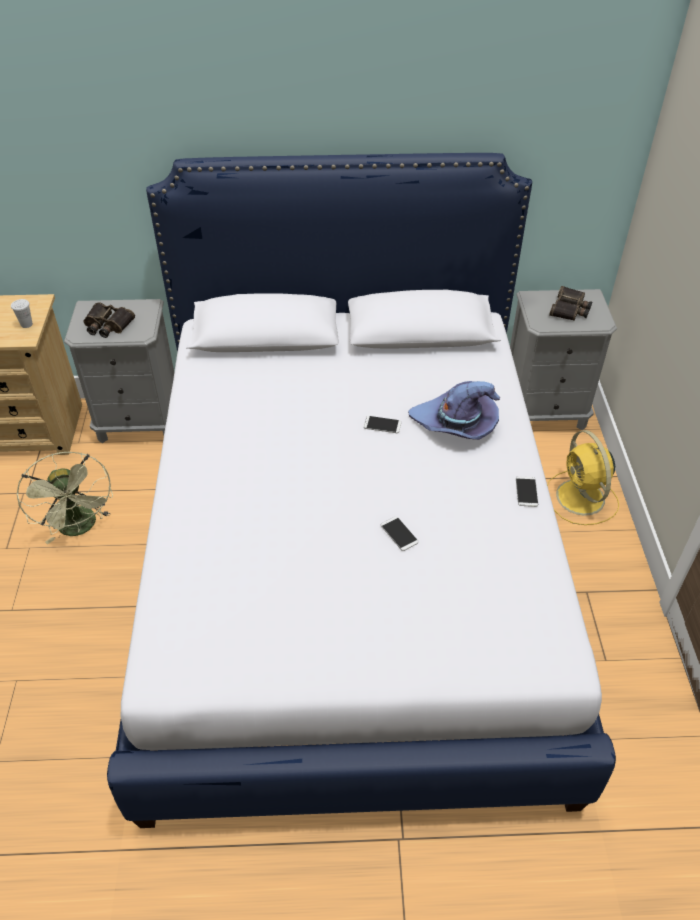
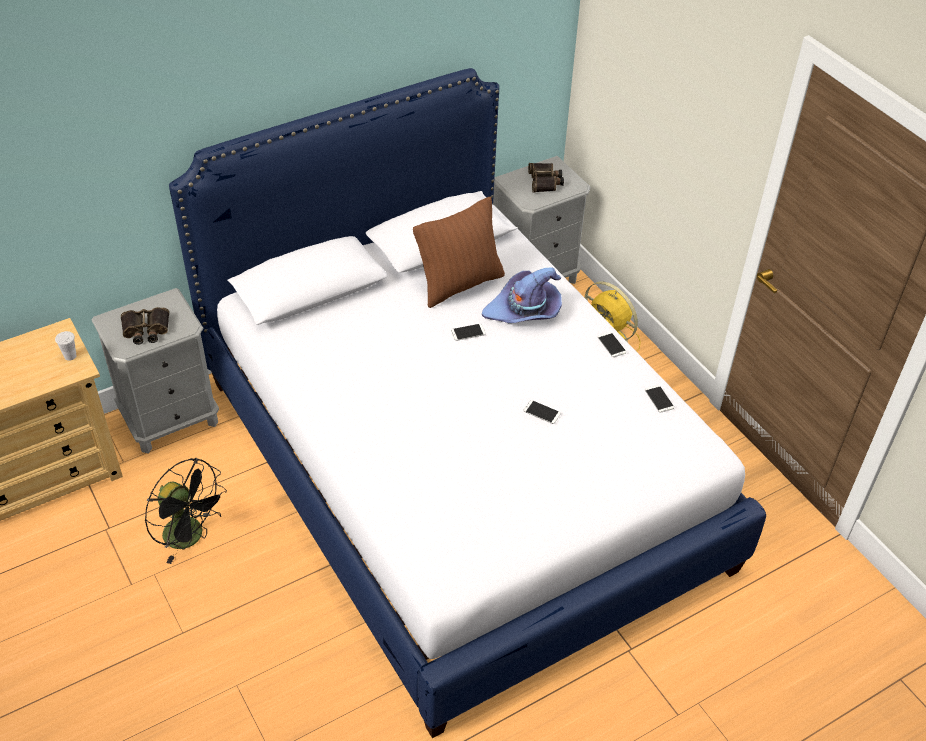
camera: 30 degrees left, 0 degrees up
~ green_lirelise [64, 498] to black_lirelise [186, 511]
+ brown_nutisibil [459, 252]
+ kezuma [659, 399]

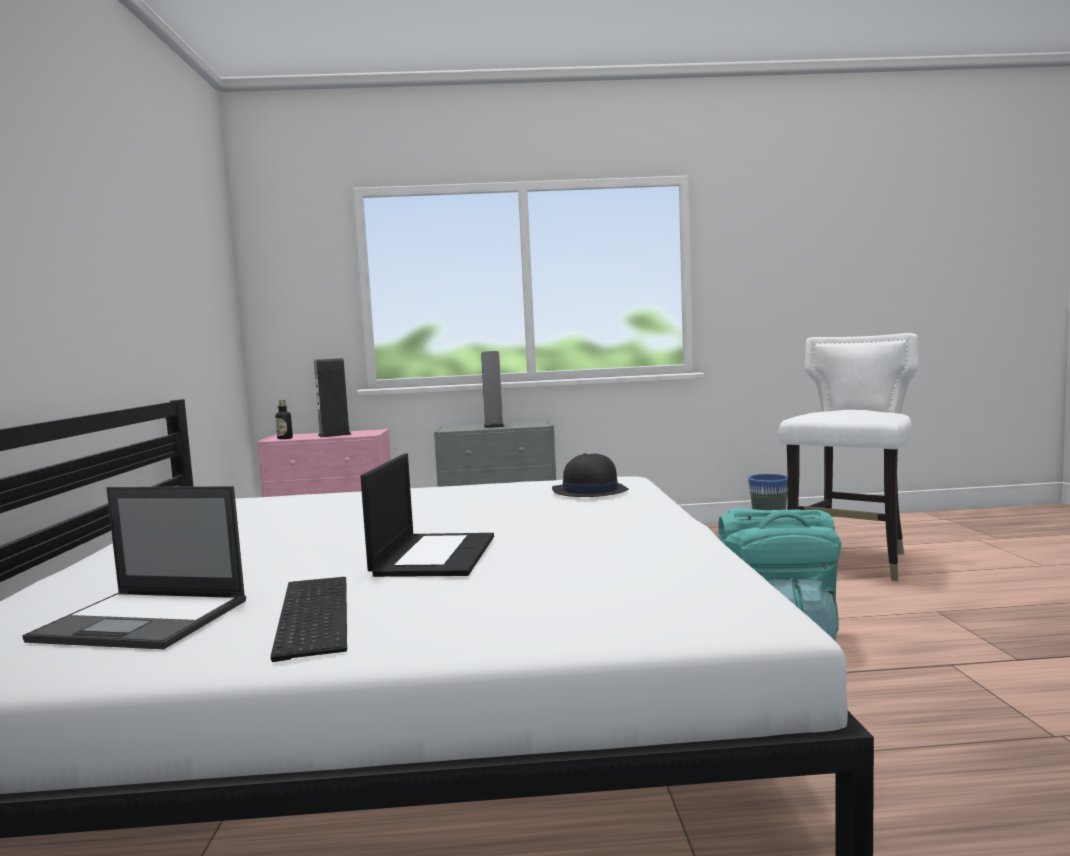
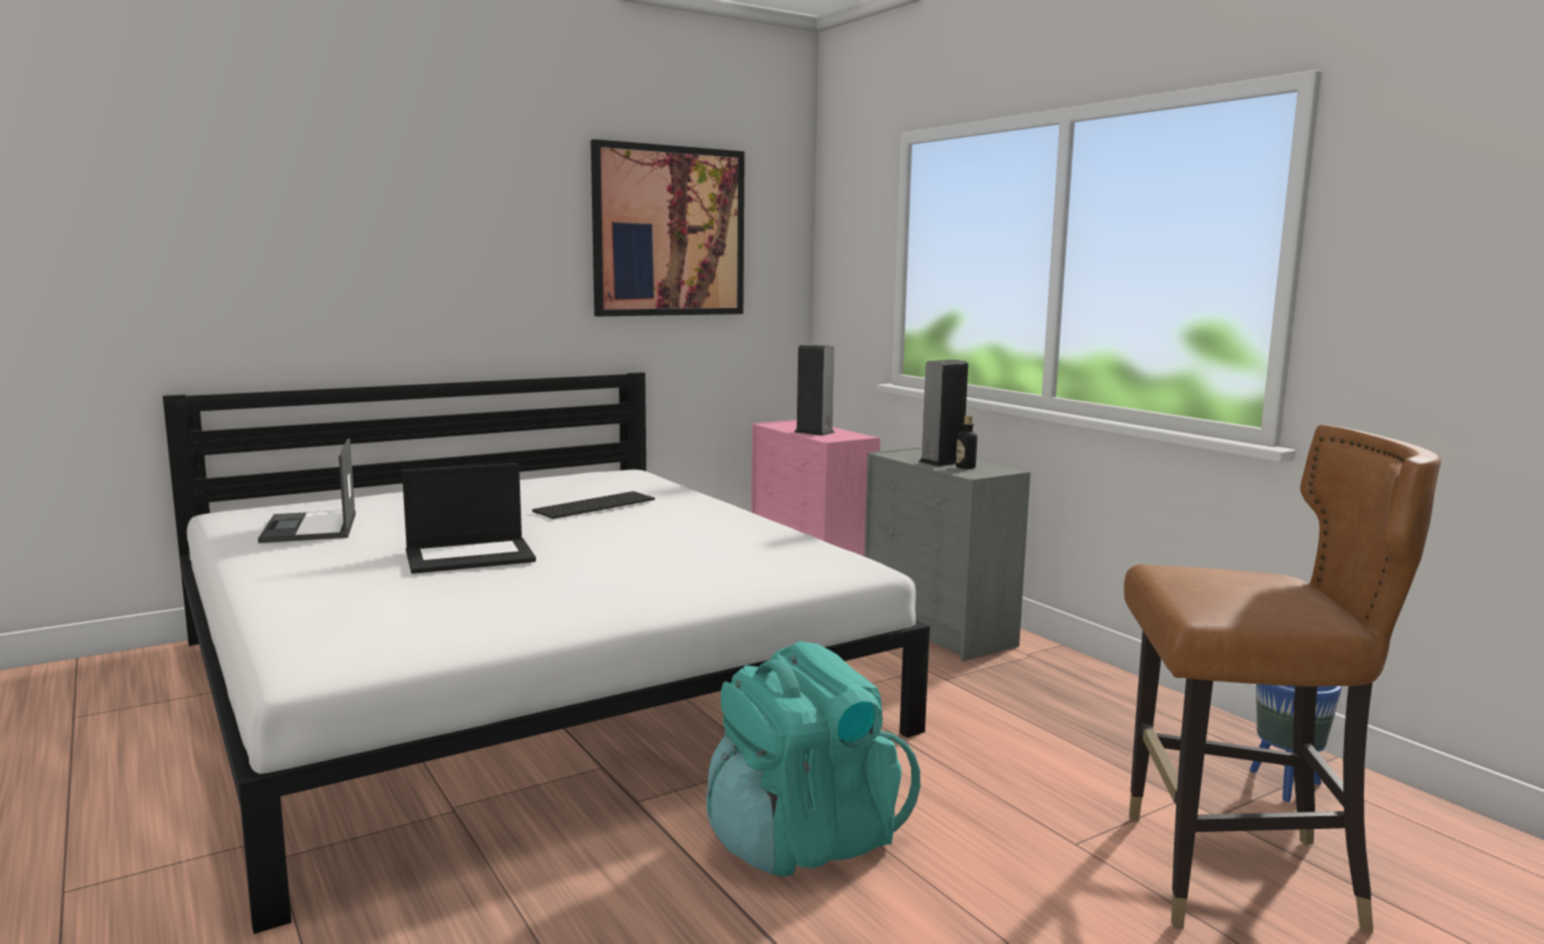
camera: 60 degrees right, 5 degrees up
~ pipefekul [309, 619] to [593, 505]
+ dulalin [668, 227]
~ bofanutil [284, 419] to [966, 442]
~ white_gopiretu [849, 457] to brown_gopiretu [1282, 679]
- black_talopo [590, 475]

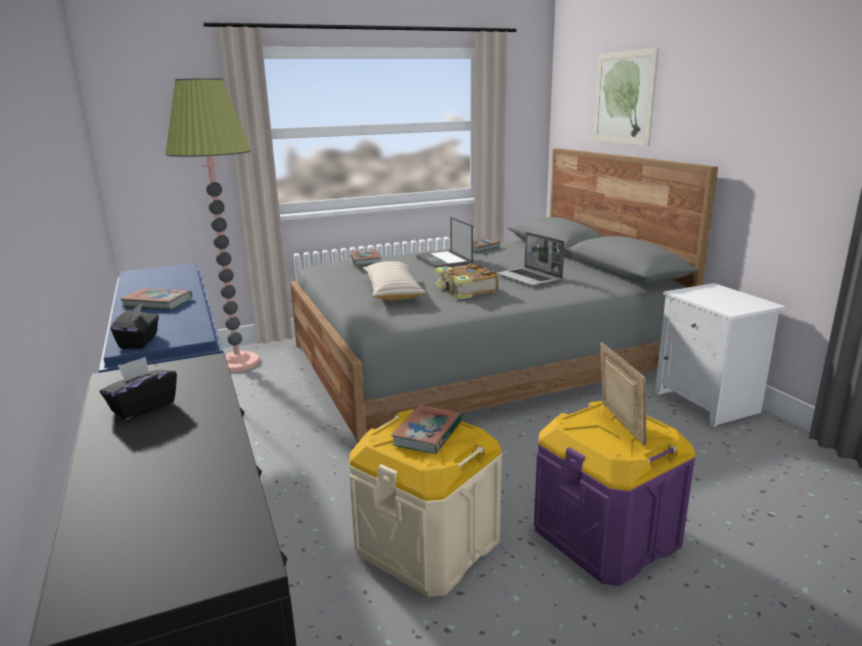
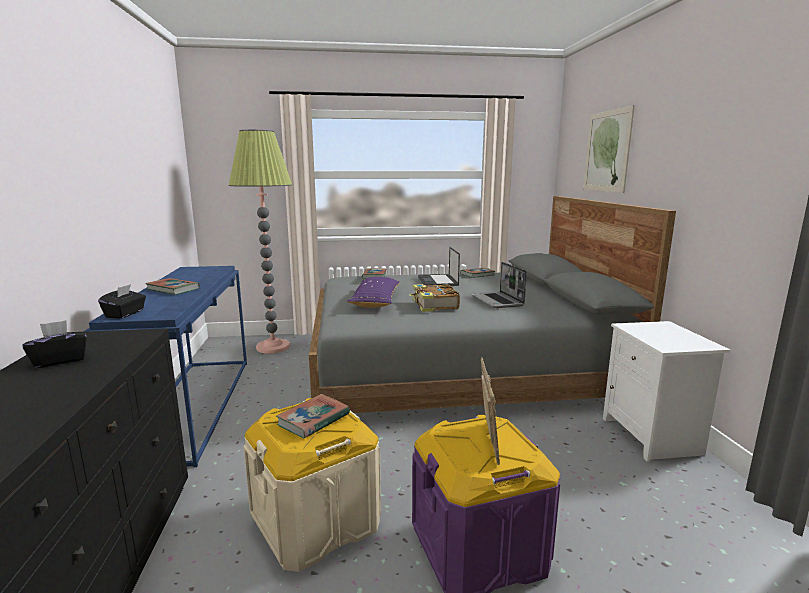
camera: 15 degrees right, 5 degrees down
~ beige_nutisibil [394, 281] to purple_nutisibil [373, 292]

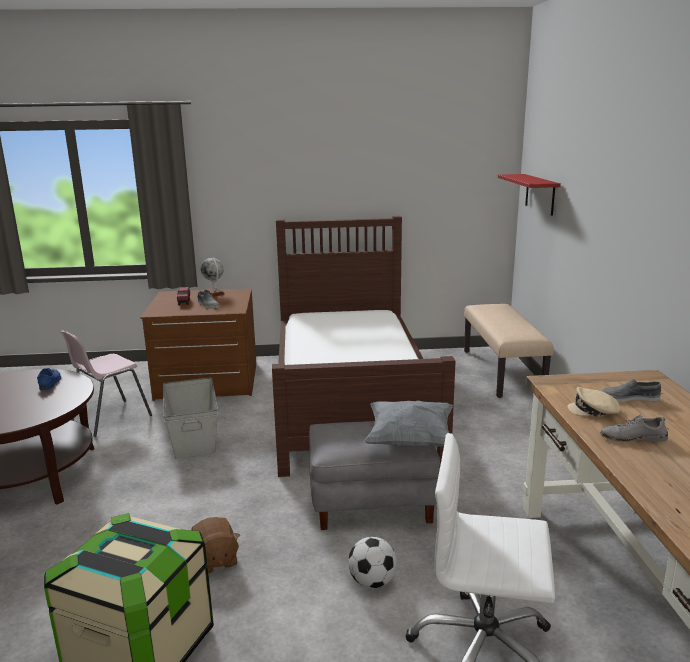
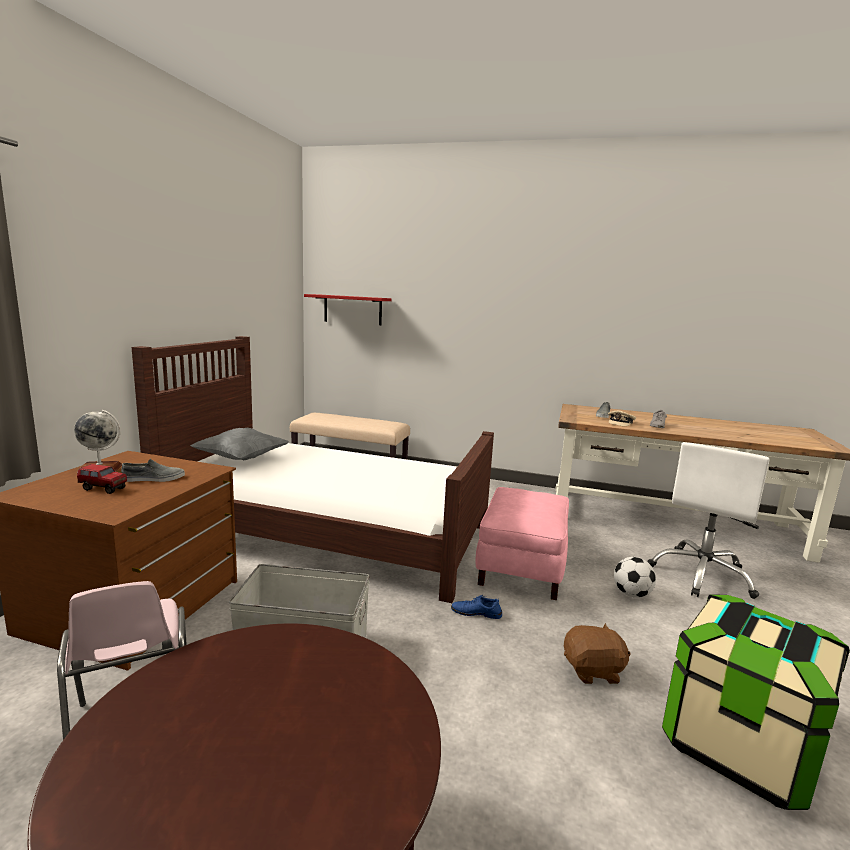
camera: 70 degrees left, 5 degrees down
~ grey_nutisibil [408, 423] to [239, 444]
~ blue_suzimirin [49, 379] to [476, 607]
~ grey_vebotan [374, 475] to pink_vebotan [522, 543]

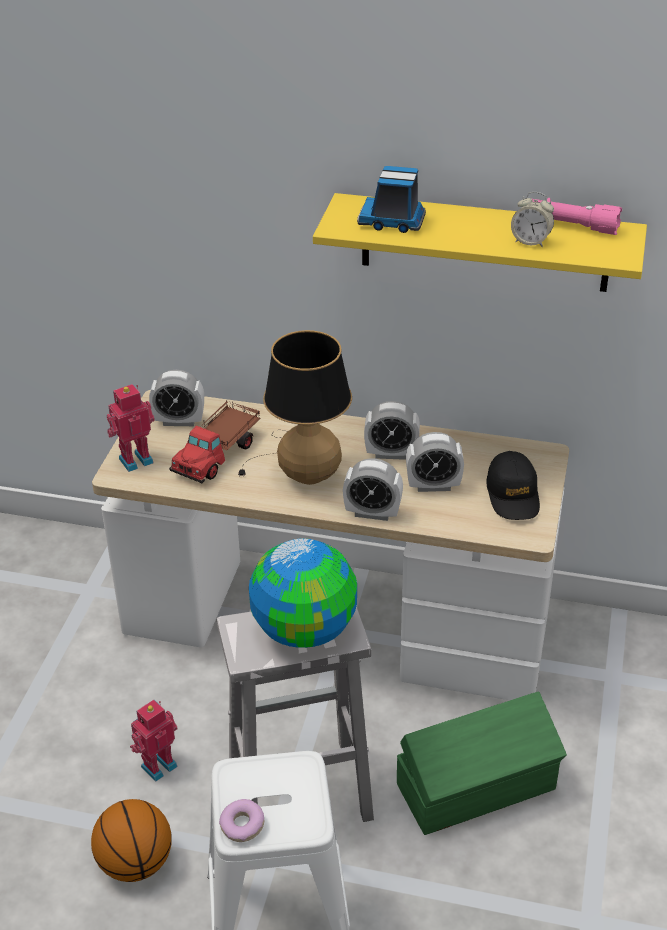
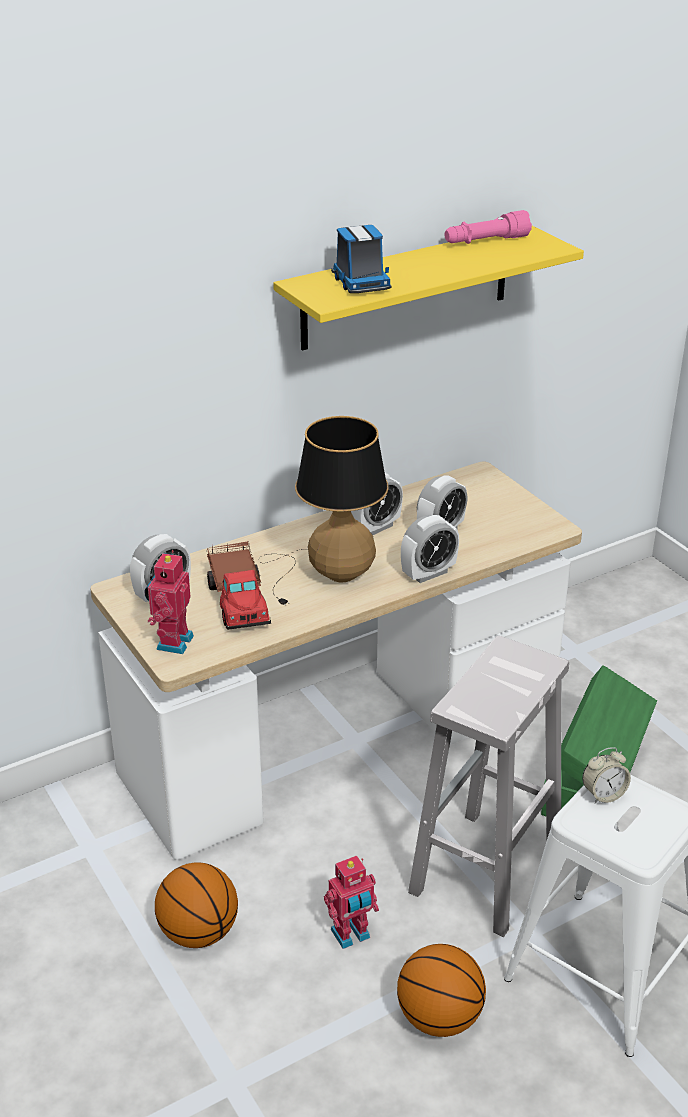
camera: 45 degrees left, 5 degrees down
+ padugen [196, 905]
~ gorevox [154, 741] = [351, 902] 120 degrees counterclockwise
~ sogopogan [391, 199] = [361, 259] 75 degrees counterclockwise
~ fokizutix [532, 219] to [606, 775]
- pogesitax [241, 820]
- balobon [303, 593]
- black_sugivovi [513, 485]

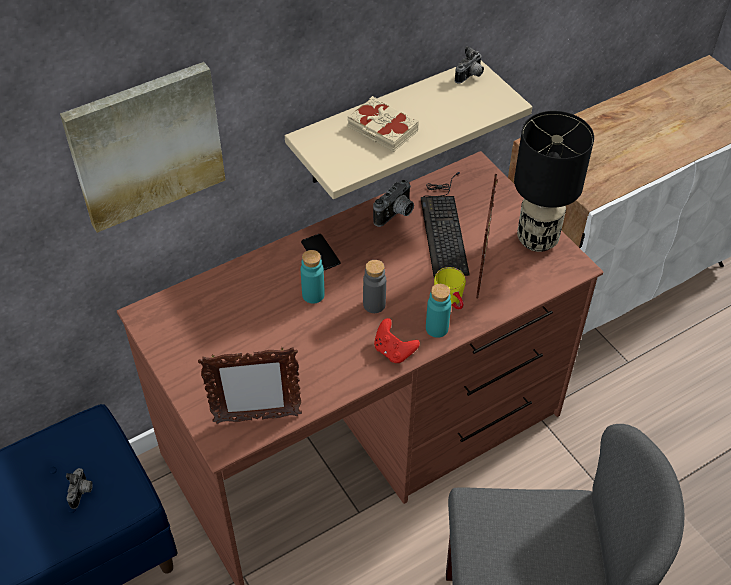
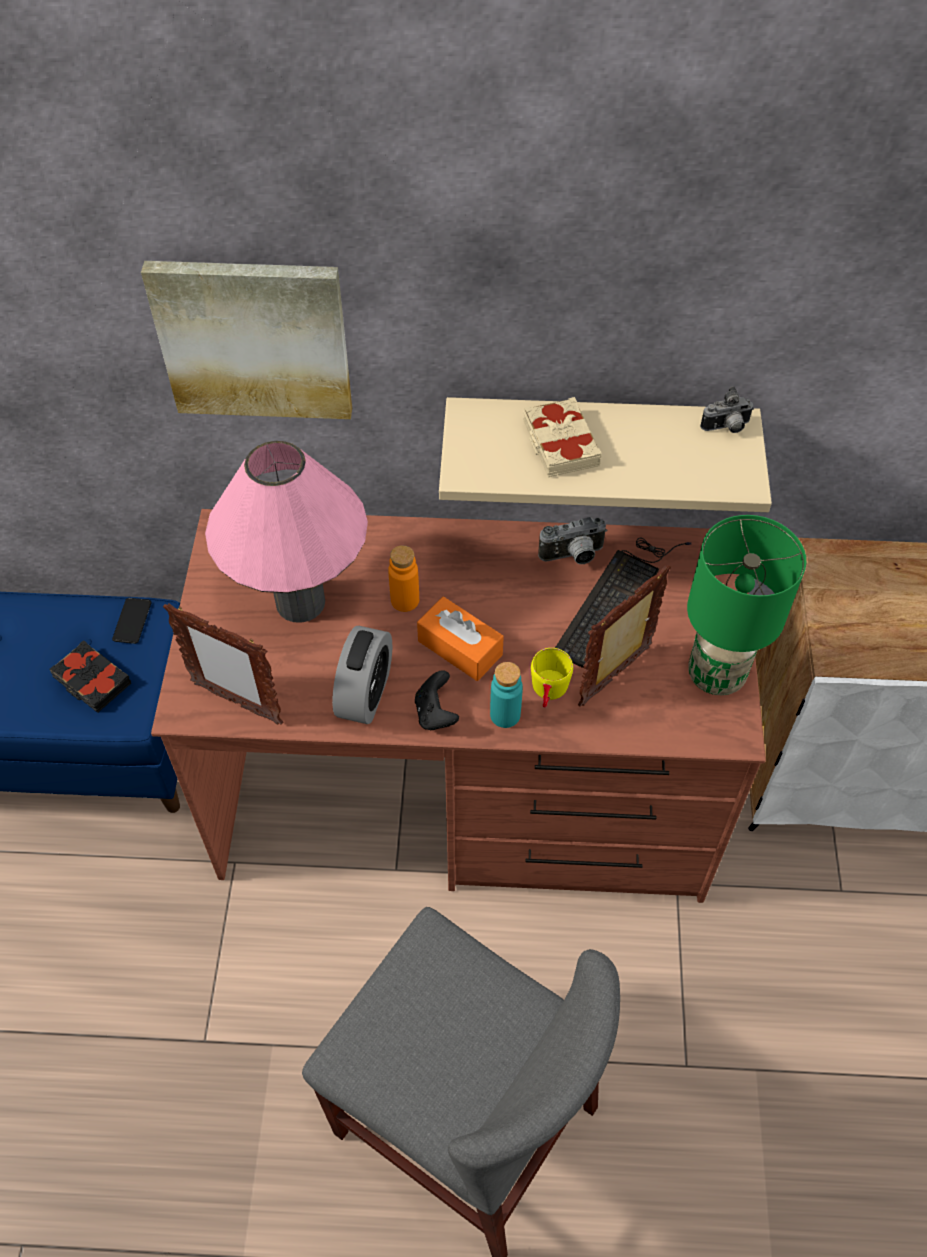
camera: 35 degrees right, 5 degrees up
~ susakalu [79, 488] to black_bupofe [90, 676]
~ kezuma [321, 252] to [132, 621]
+ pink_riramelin [286, 532]
+ fokizutix [362, 675]
~ turquoise_bofanutil [313, 277] to orange_bofanutil [403, 578]
~ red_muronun [397, 340] to black_muronun [437, 700]
~ grey_bofanutil [374, 286] to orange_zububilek [460, 639]
~ black_riramelin [554, 181] to green_riramelin [746, 605]

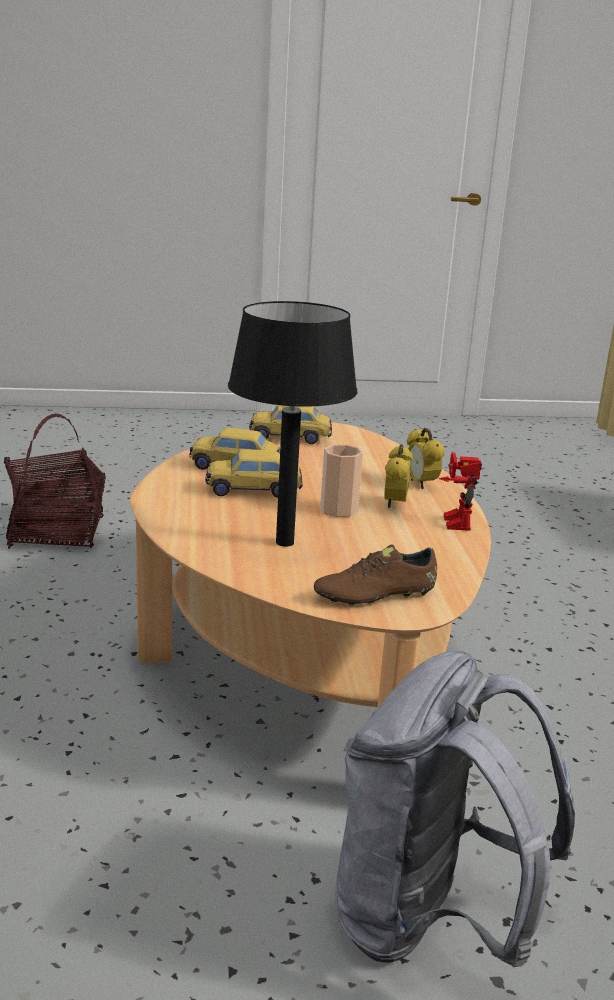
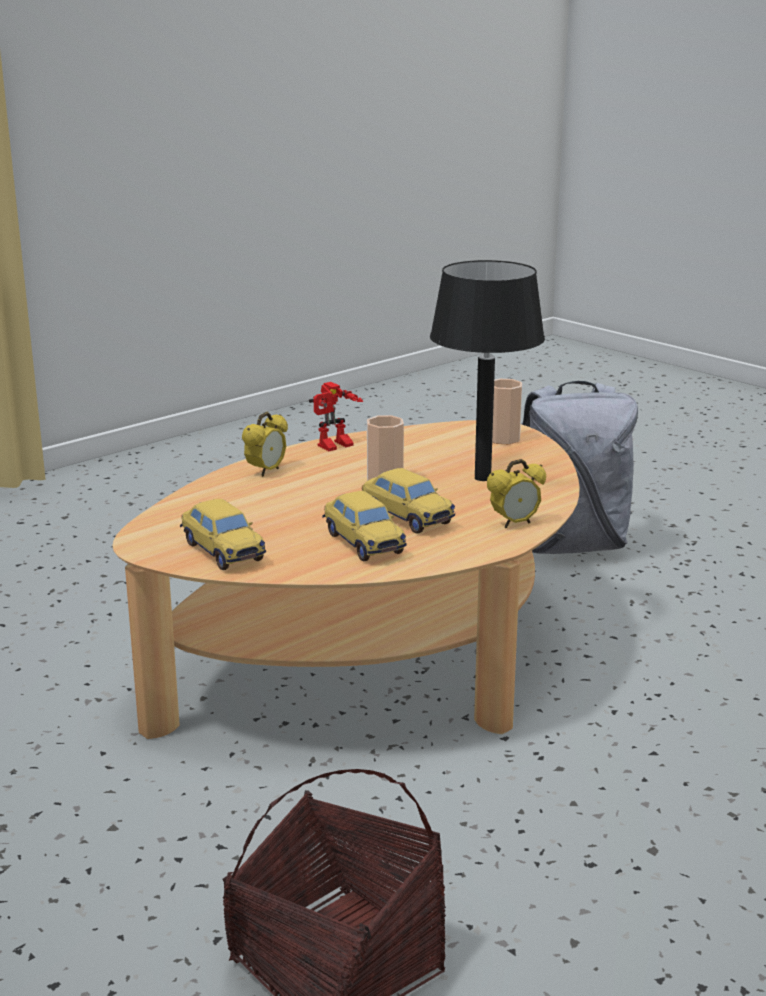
camera: 125 degrees left, 0 degrees up
~ fokizutix [398, 476] to [516, 493]
~ brown_suzimirin [375, 575] to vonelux [507, 411]

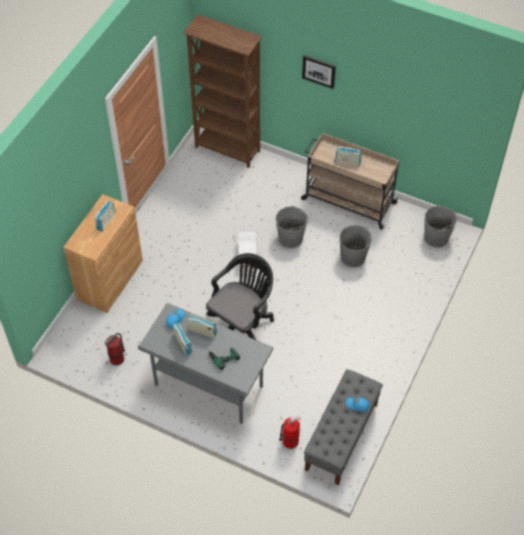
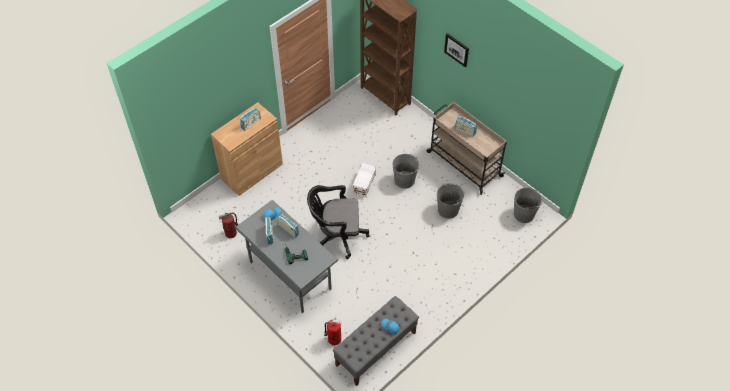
camera: 20 degrees right, 0 degrees up
~ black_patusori [240, 296] = [338, 222] 150 degrees counterclockwise

